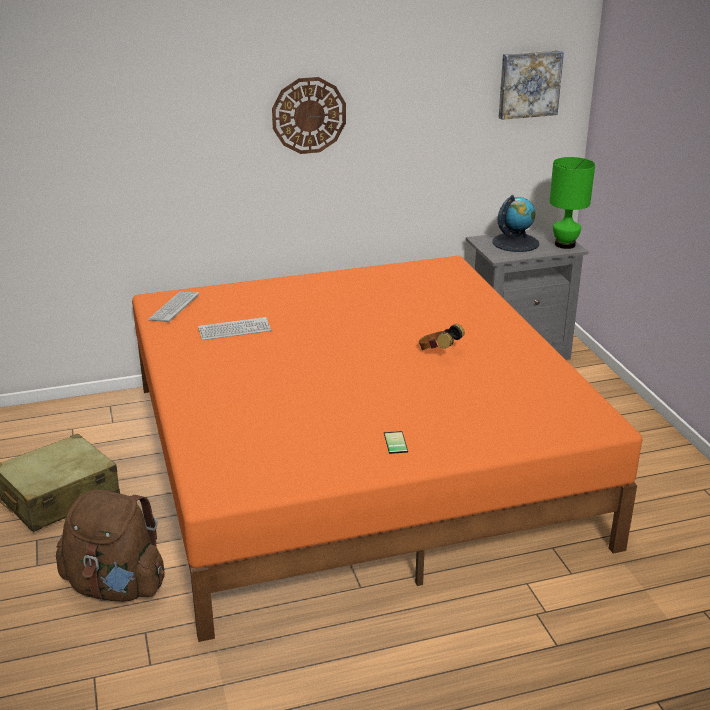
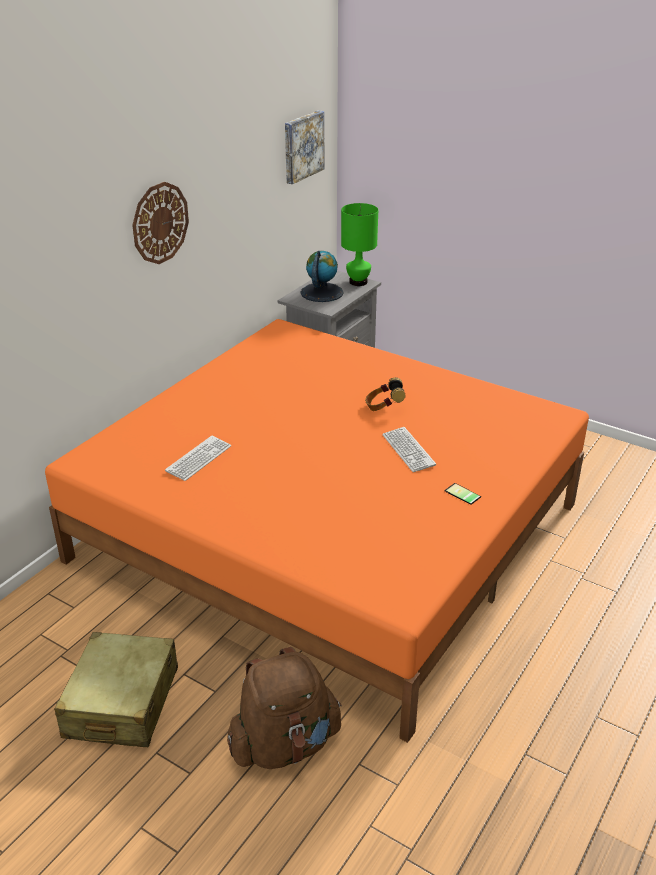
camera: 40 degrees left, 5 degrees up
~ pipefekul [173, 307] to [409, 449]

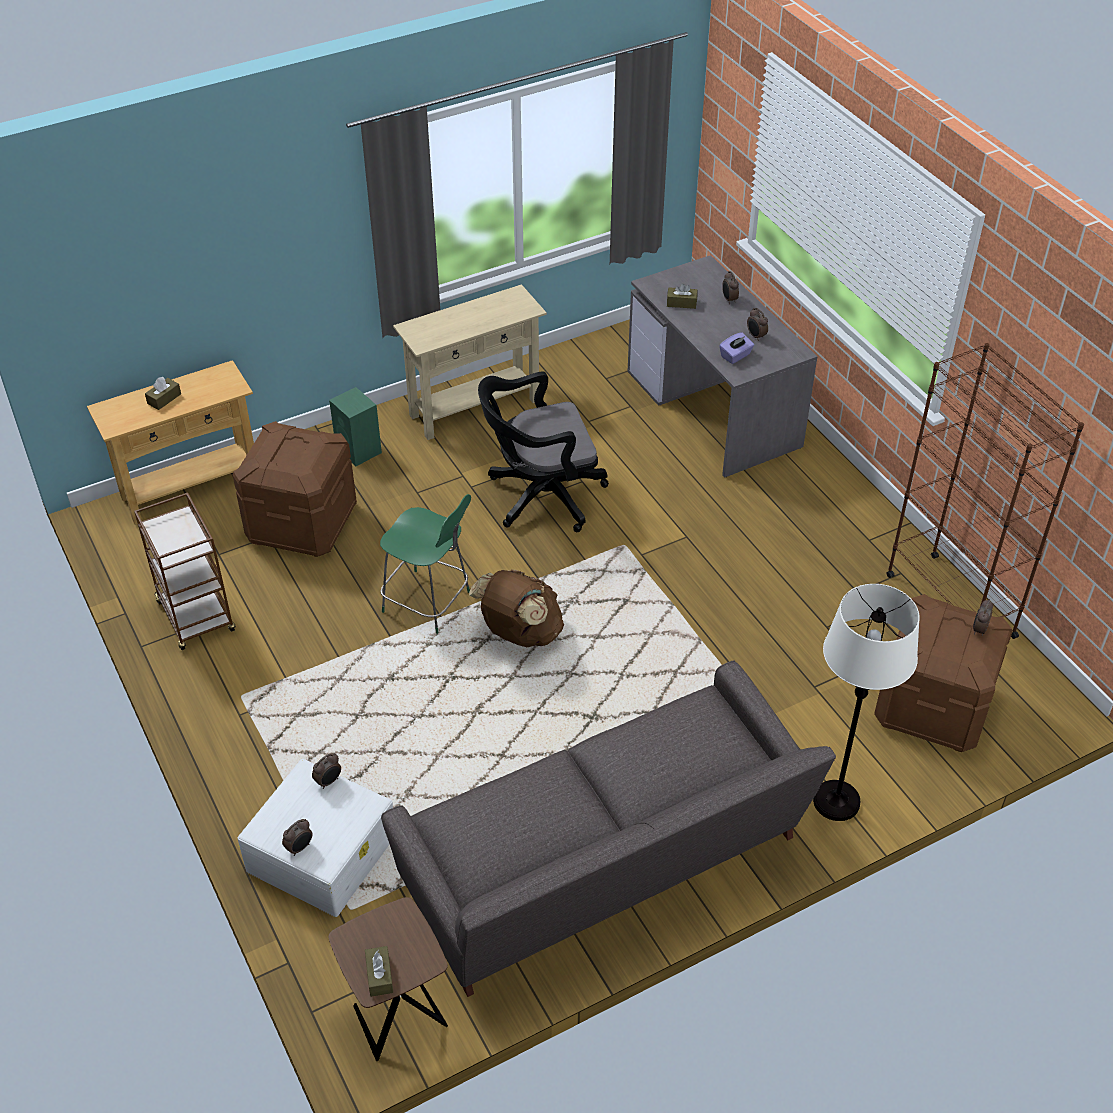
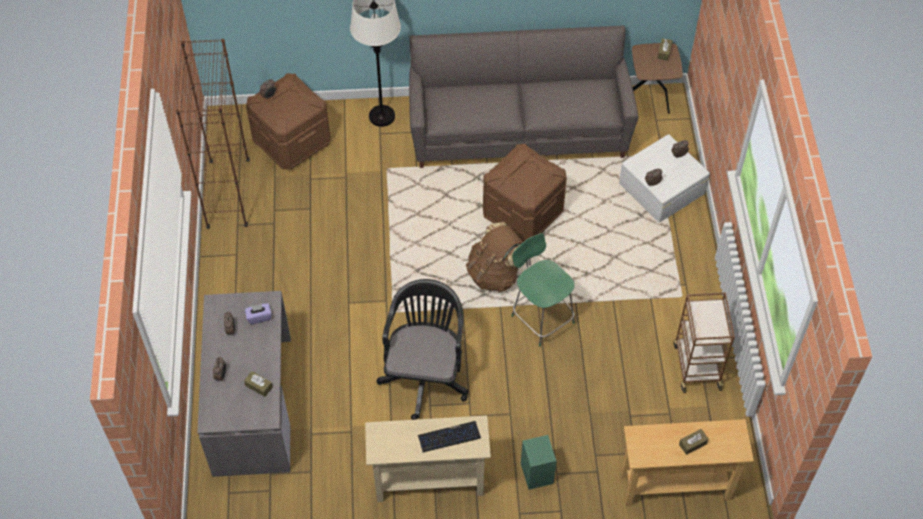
camera: 155 degrees left, 10 degrees up
~ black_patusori [543, 451] = [423, 349] 90 degrees counterclockwise
+ pipefekul [449, 436]
~ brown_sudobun [295, 489] to [525, 193]

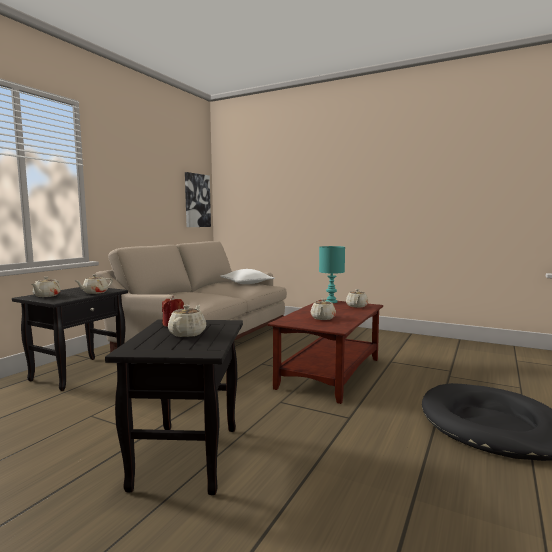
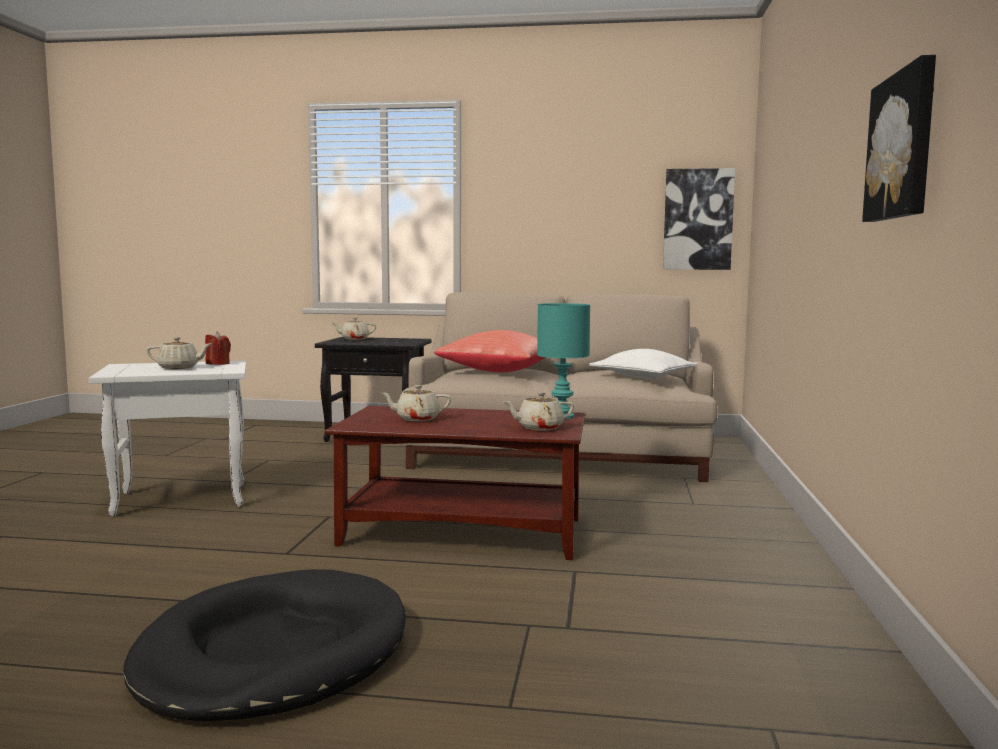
camera: 70 degrees right, 0 degrees up
~ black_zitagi [174, 407] to white_zitagi [167, 439]
+ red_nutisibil [489, 351]
+ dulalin [899, 138]
- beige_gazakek [93, 284]

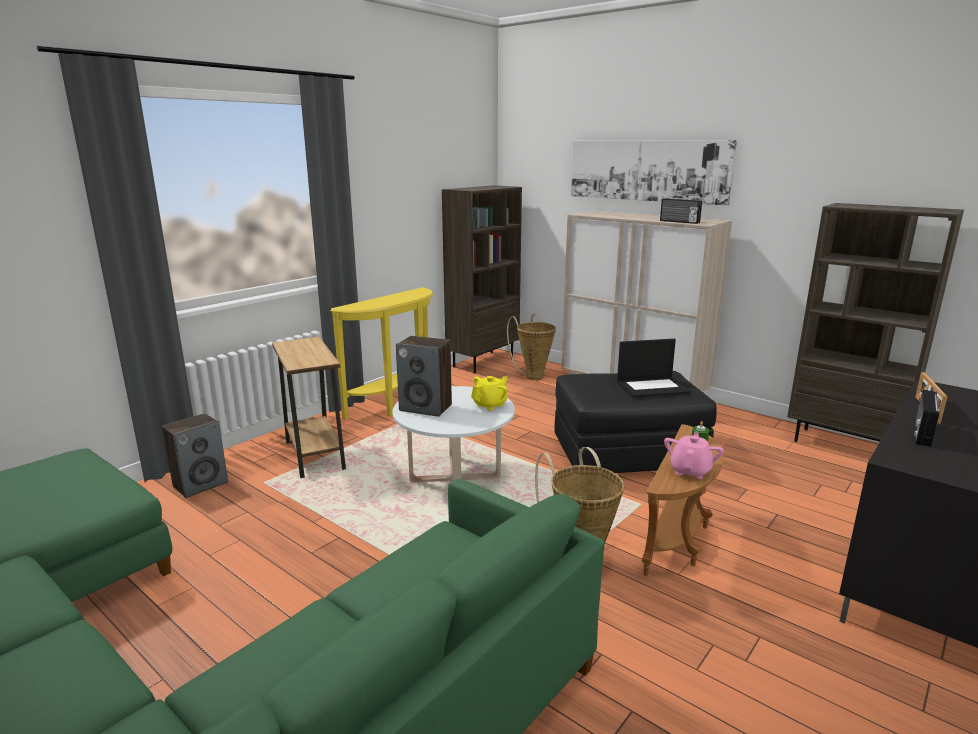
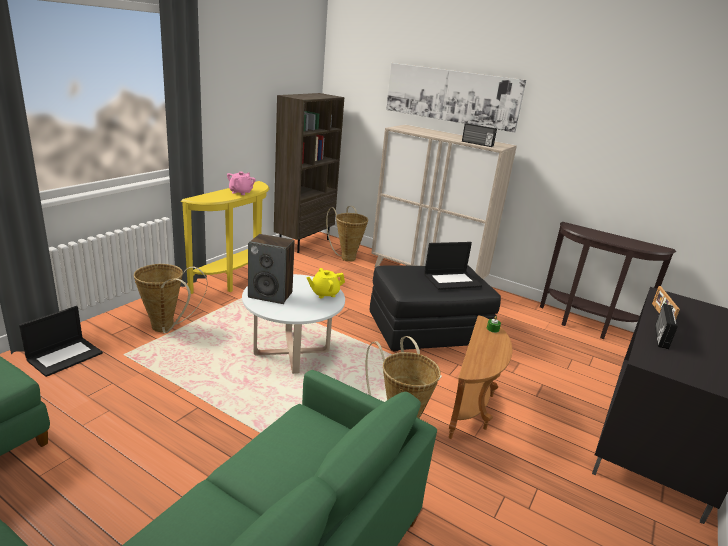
camera: 10 degrees left, 5 degrees up
~ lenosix [195, 455] to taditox [61, 341]
~ brown_zitagi [309, 407] to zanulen [170, 298]
~ pink_gazakek [694, 455] to [241, 183]
~ yellow_gazakek [489, 393] = [325, 283] 150 degrees counterclockwise
~ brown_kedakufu [875, 322] to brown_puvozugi [608, 280]

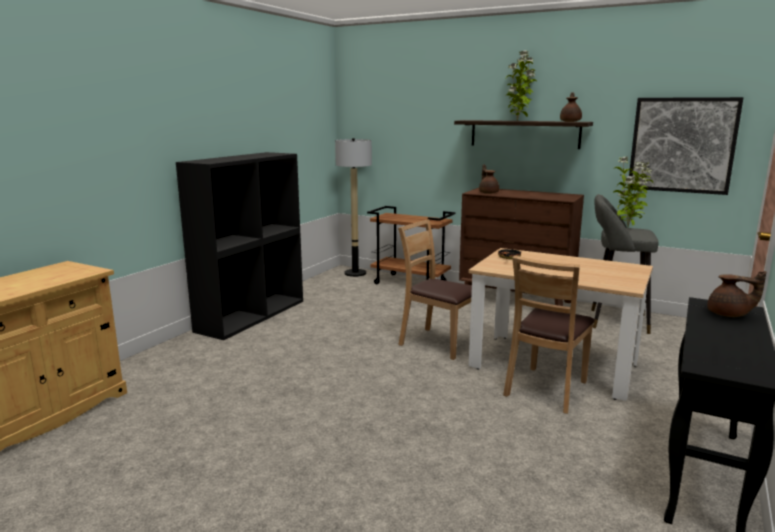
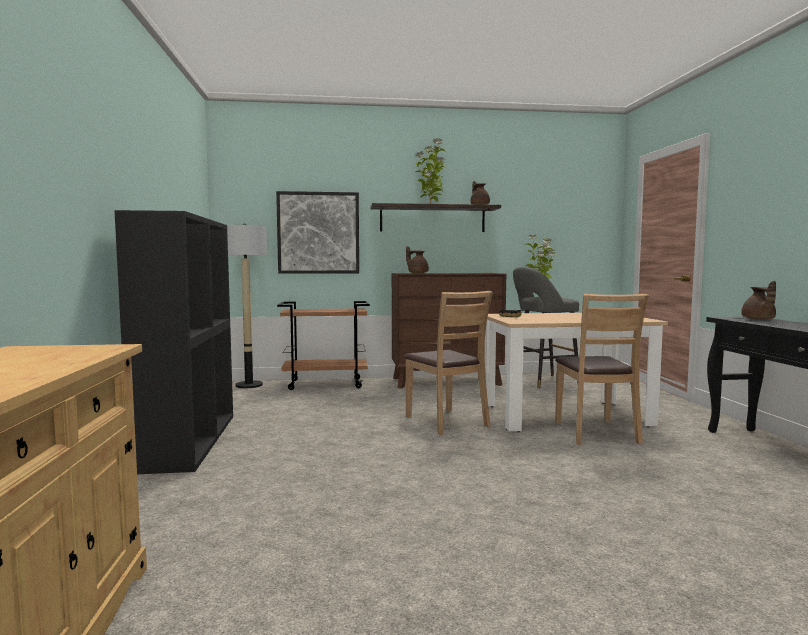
camera: 35 degrees left, 10 degrees down
~ dulalin [686, 146] to [317, 232]
~ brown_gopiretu [435, 289] = [448, 363] 120 degrees counterclockwise
~ brown_gazakek [736, 294] = [758, 300] 105 degrees clockwise

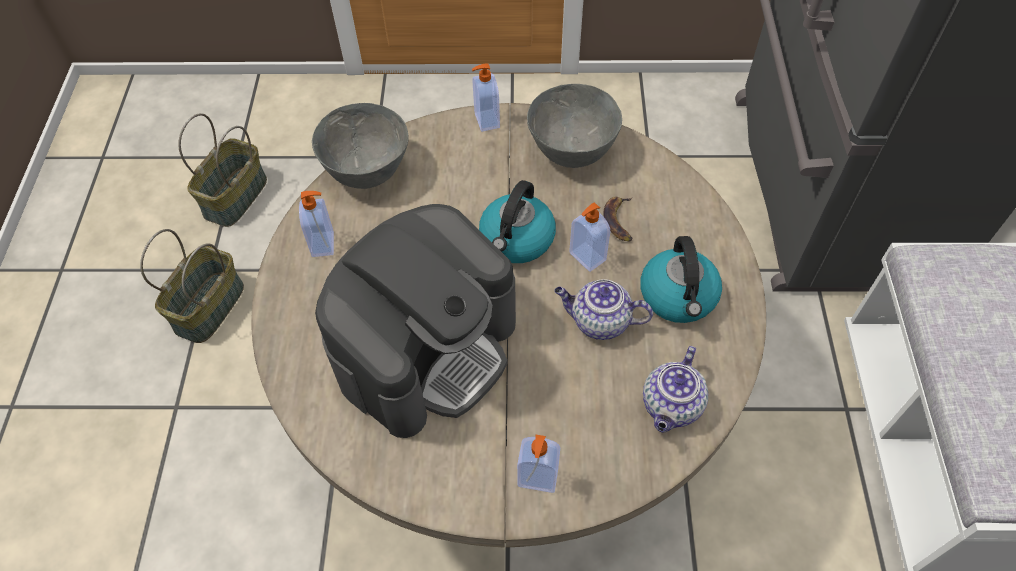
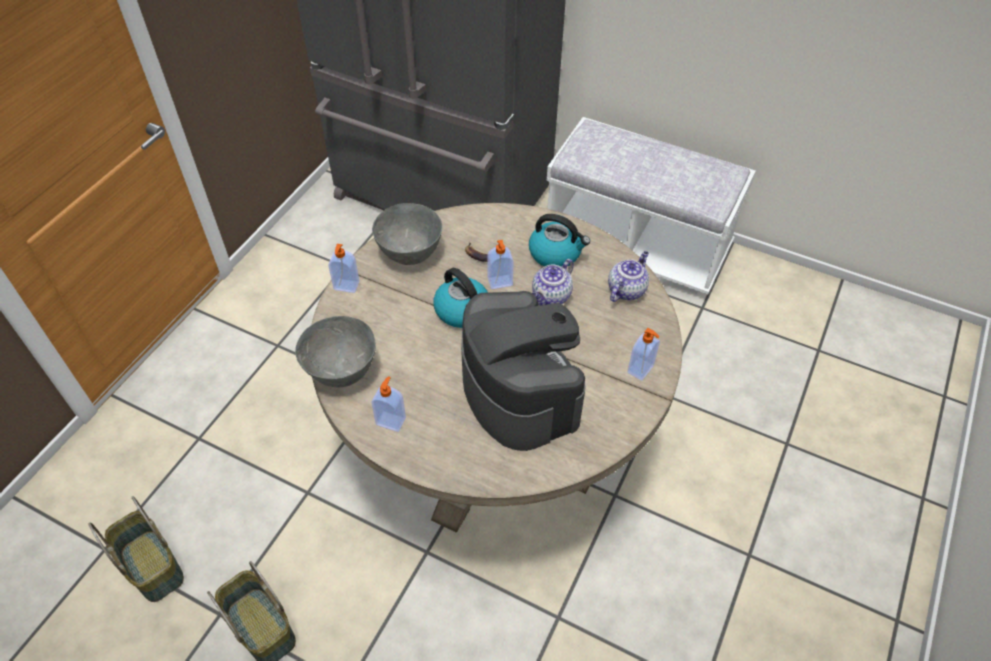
camera: 65 degrees left, 5 degrees down
~ gazakek [675, 389] = [628, 276] 105 degrees counterclockwise

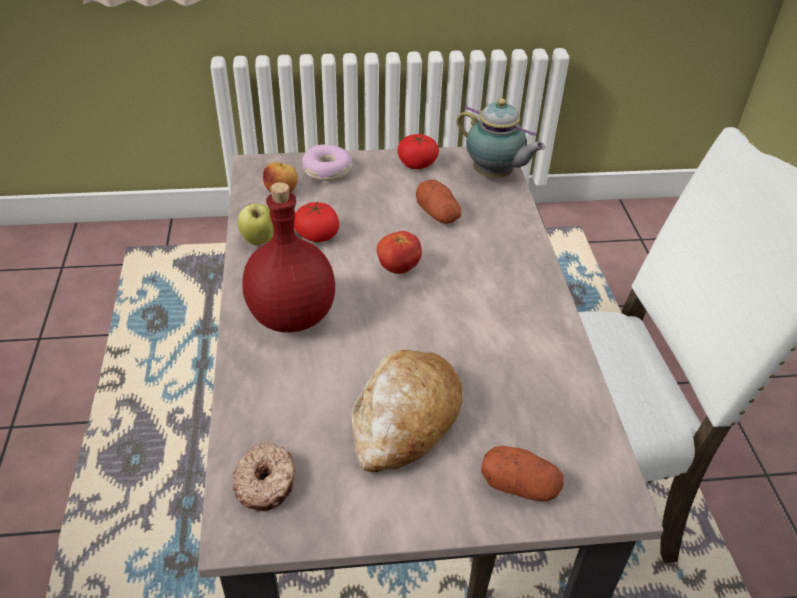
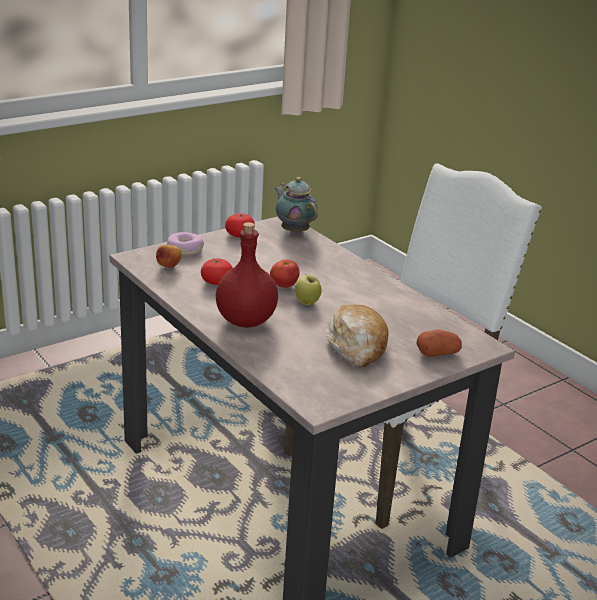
camera: 30 degrees left, 15 degrees down
~ gazakek [501, 138] = [296, 205] 135 degrees counterclockwise
~ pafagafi [256, 223] to [308, 290]
- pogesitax [264, 476]
- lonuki [438, 202]

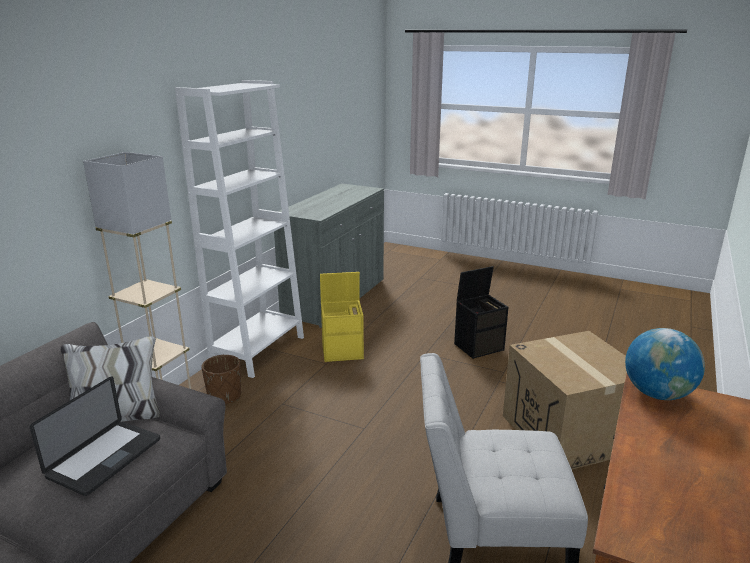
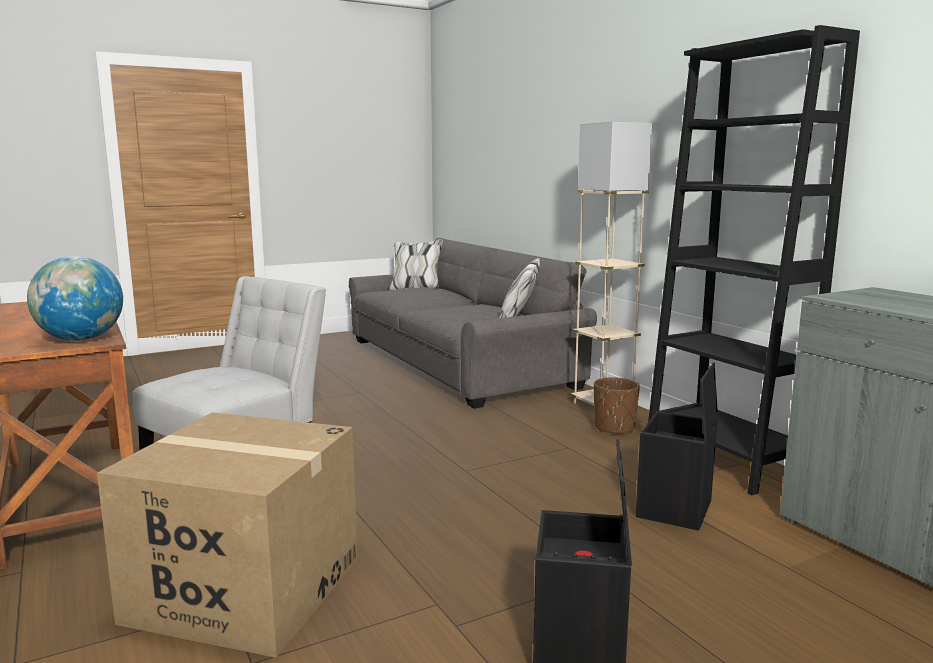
camera: 125 degrees right, 10 degrees down
~ yellow_sudobun [342, 317] to black_sudobun [677, 447]
~ white_kedakufu [239, 229] to black_kedakufu [754, 260]
- taditox [95, 436]

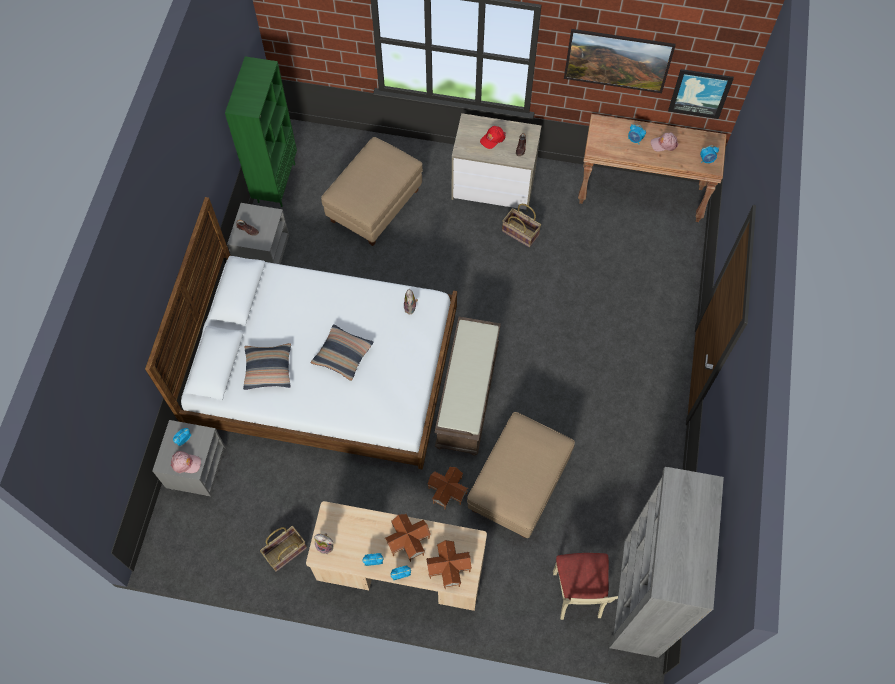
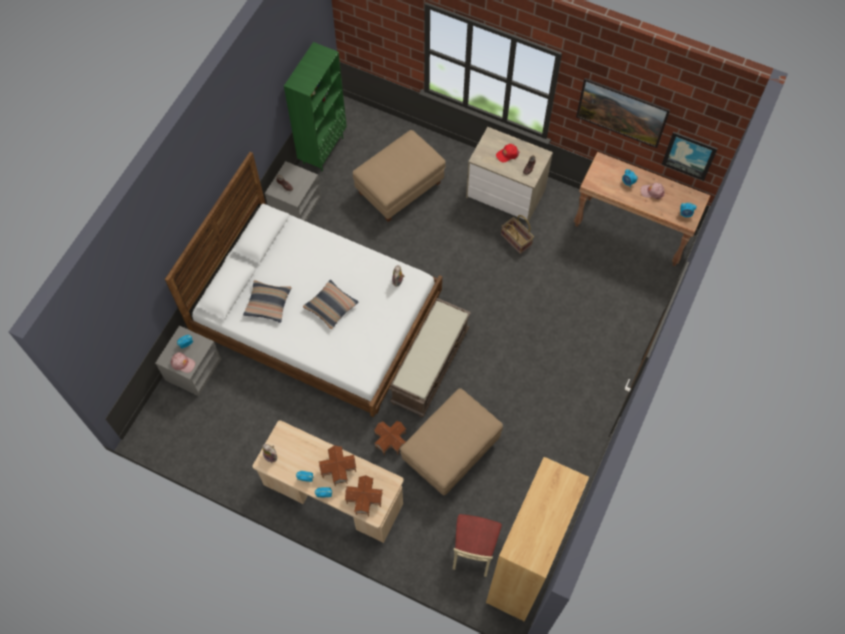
camera: 15 degrees right, 0 degrees up
~ grey_kedakufu [666, 562] to brown_kedakufu [537, 539]
- zanulen [283, 549]

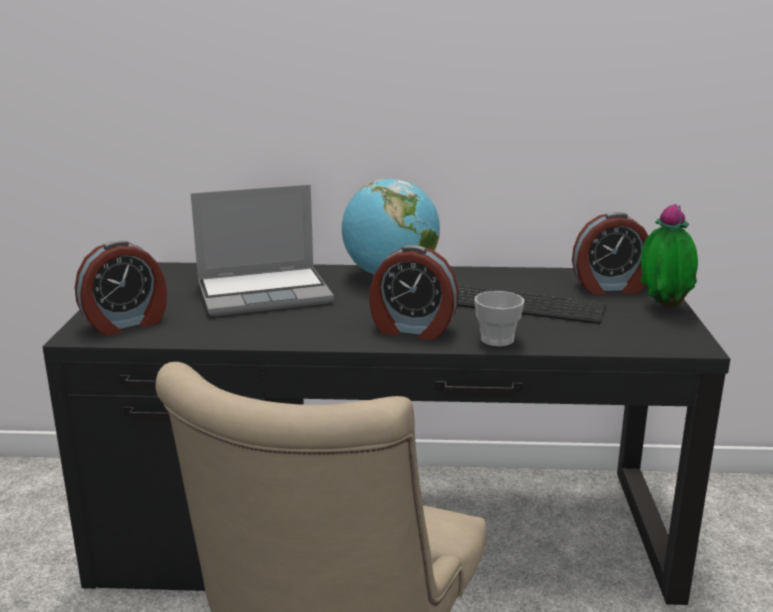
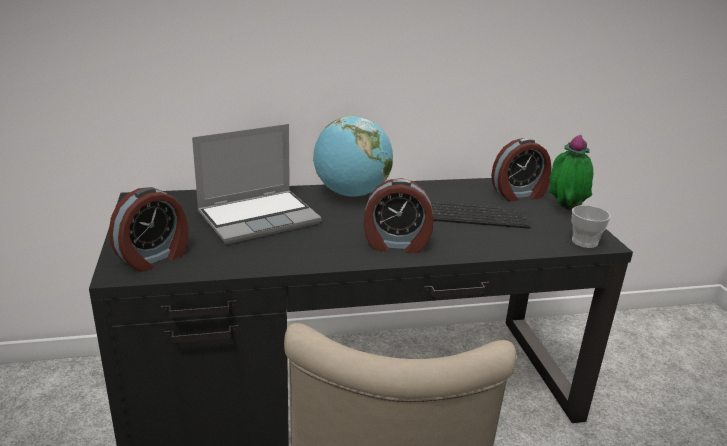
camera: 15 degrees left, 5 degrees up
~ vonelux [499, 319] to [591, 226]

